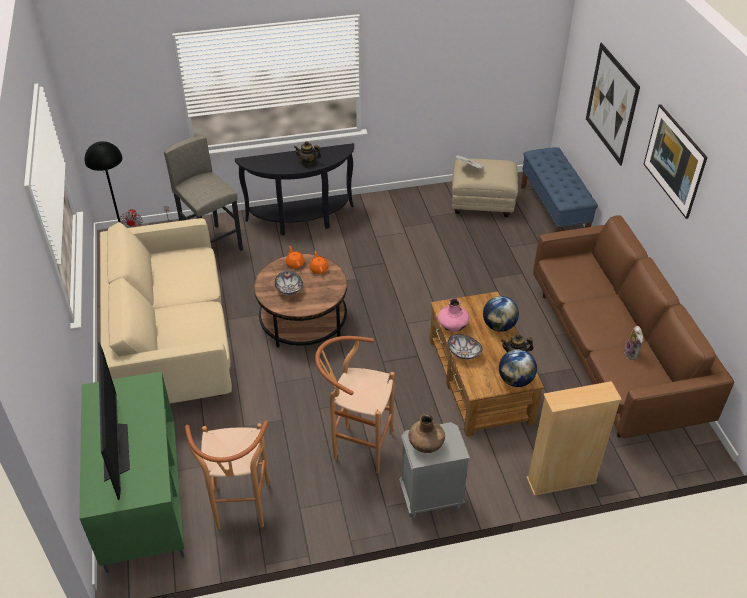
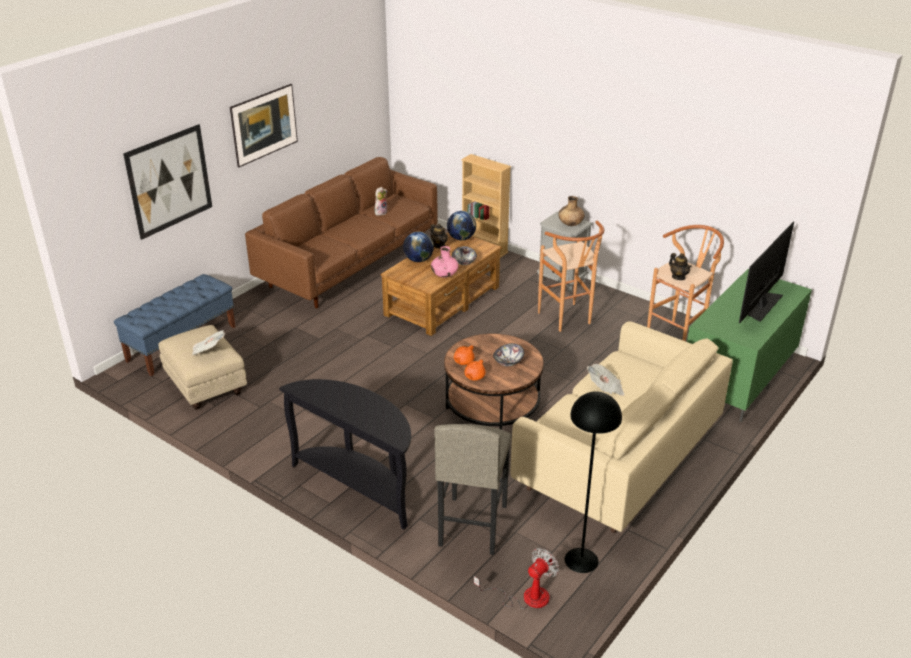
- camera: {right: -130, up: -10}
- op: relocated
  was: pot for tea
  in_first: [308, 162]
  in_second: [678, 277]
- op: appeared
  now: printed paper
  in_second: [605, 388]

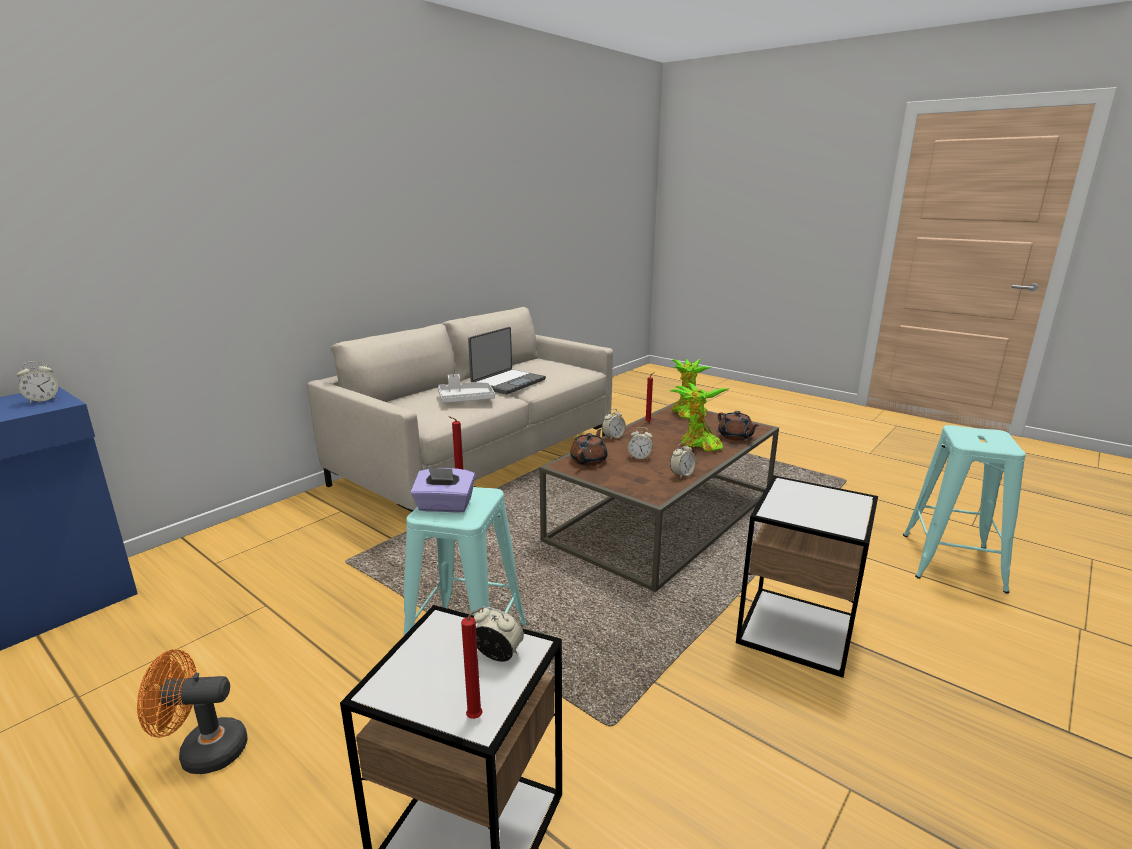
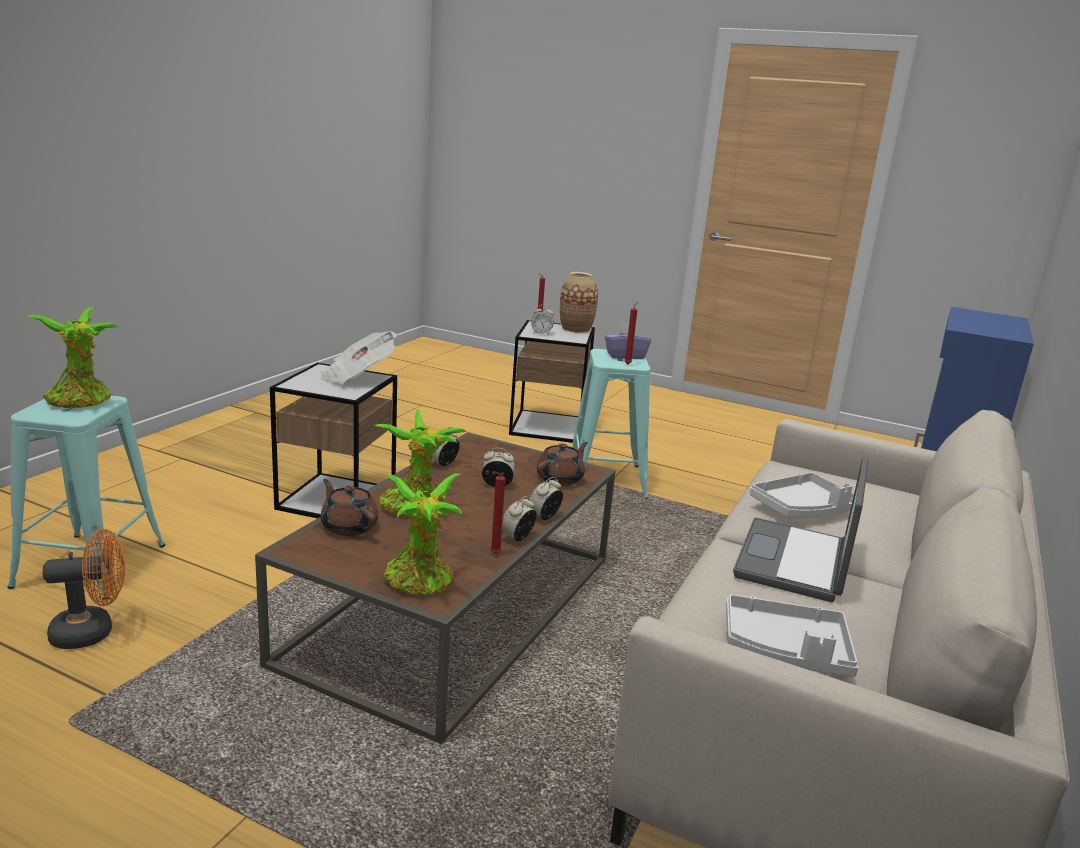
- camera: {right: 165, up: 0}
- op: relocated
  was: alarm clock
  in_first: [43, 400]
  in_second: [517, 538]
- op: spun
  was: pot for tea/brown
  in_first: [589, 460]
  in_second: [560, 479]
  clockwise: -150
- op: relocated
  was: fan/orange-coloured
  in_first: [203, 751]
  in_second: [92, 632]
- op: appeared
  now: vase
  in_second: [576, 329]
- op: appeared
  now: houseplant
  in_second: [81, 401]
- op: appeared
  now: printed paper
  in_second: [356, 377]
- op: appeared
  now: carrying tray/white-coloured
  in_second: [786, 650]

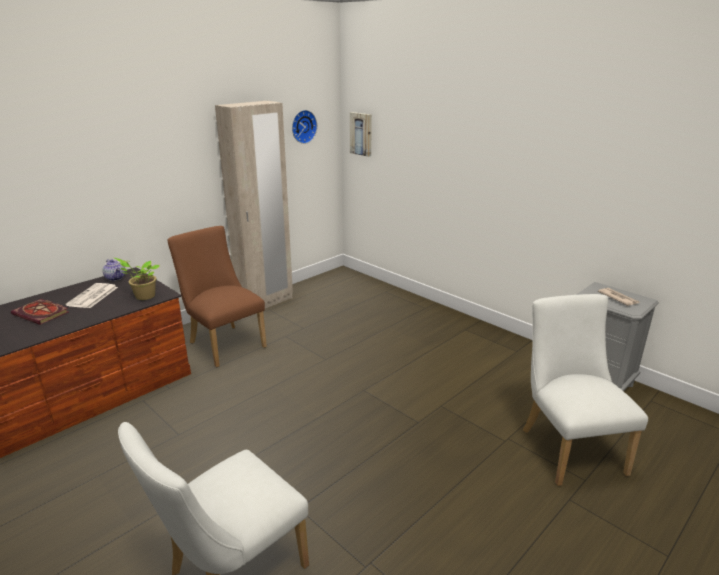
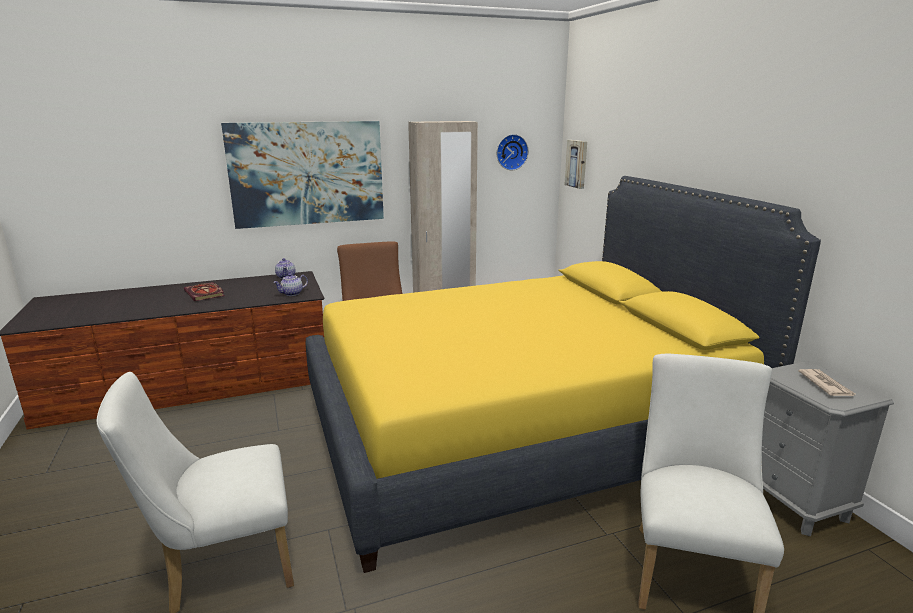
- camera: {right: 25, up: -5}
- op: exchanged
  was: houseplant
  now: pot for tea
  in_first: [143, 296]
  in_second: [292, 294]
- op: missing
  was: printed paper
  in_first: [93, 296]
- op: appeared
  now: wall art
  in_second: [307, 173]
- op: appeared
  now: bed/yellow-coloured
  in_second: [520, 429]

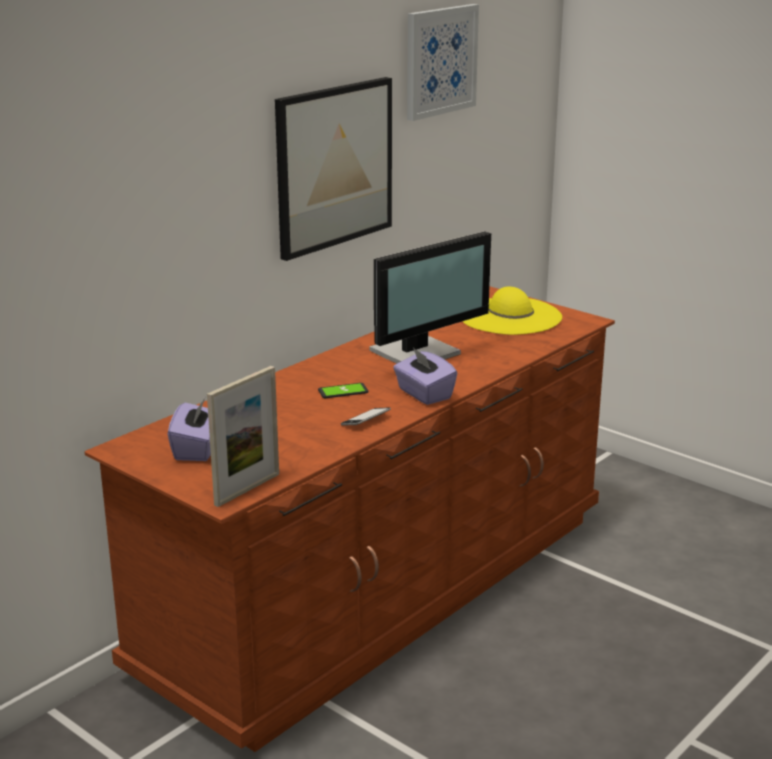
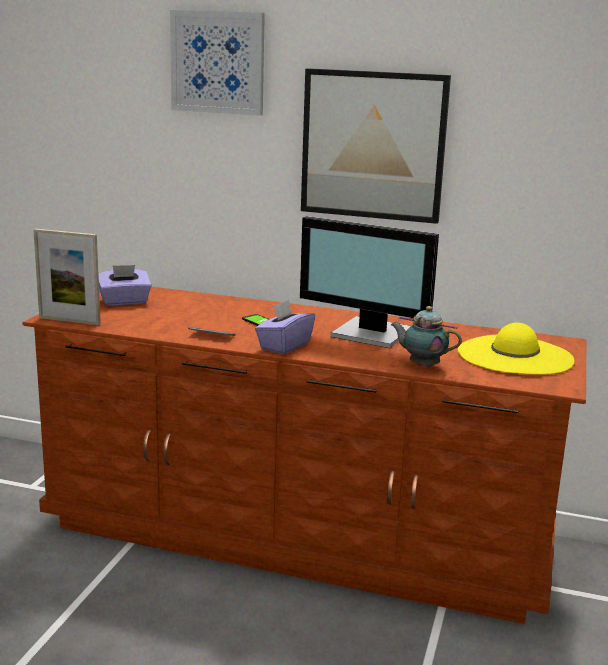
- camera: {right: 65, up: -5}
- op: relocated
  was: wall art
  in_first: [440, 61]
  in_second: [218, 62]
- op: appeared
  now: pot for tea
  in_second: [422, 365]

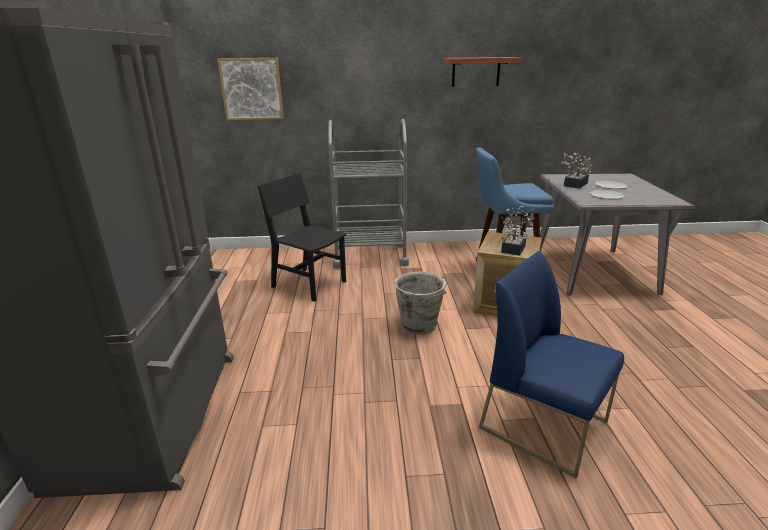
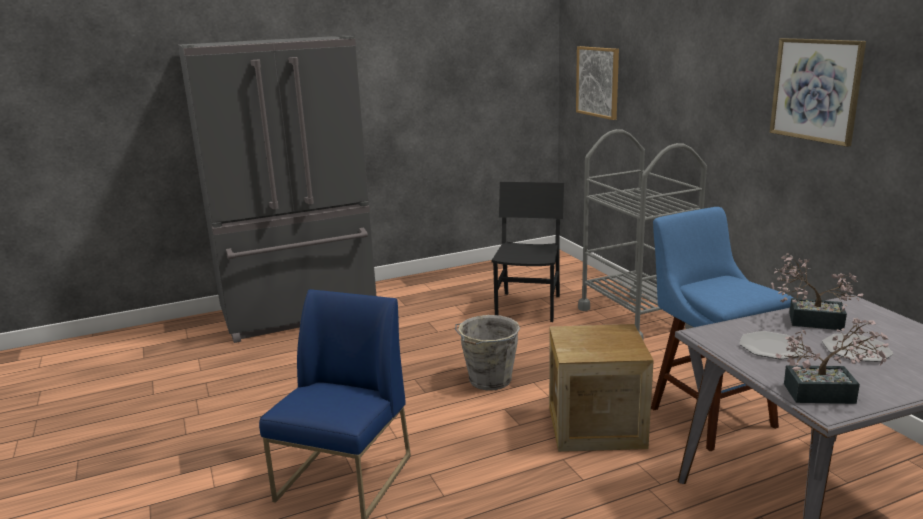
- camera: {right: 70, up: -5}
- op: exchanged
  was: bracket shelf
  now: wall art
  in_first: [476, 72]
  in_second: [816, 90]
- op: relocated
  was: houseplant
  in_first: [514, 247]
  in_second: [827, 394]

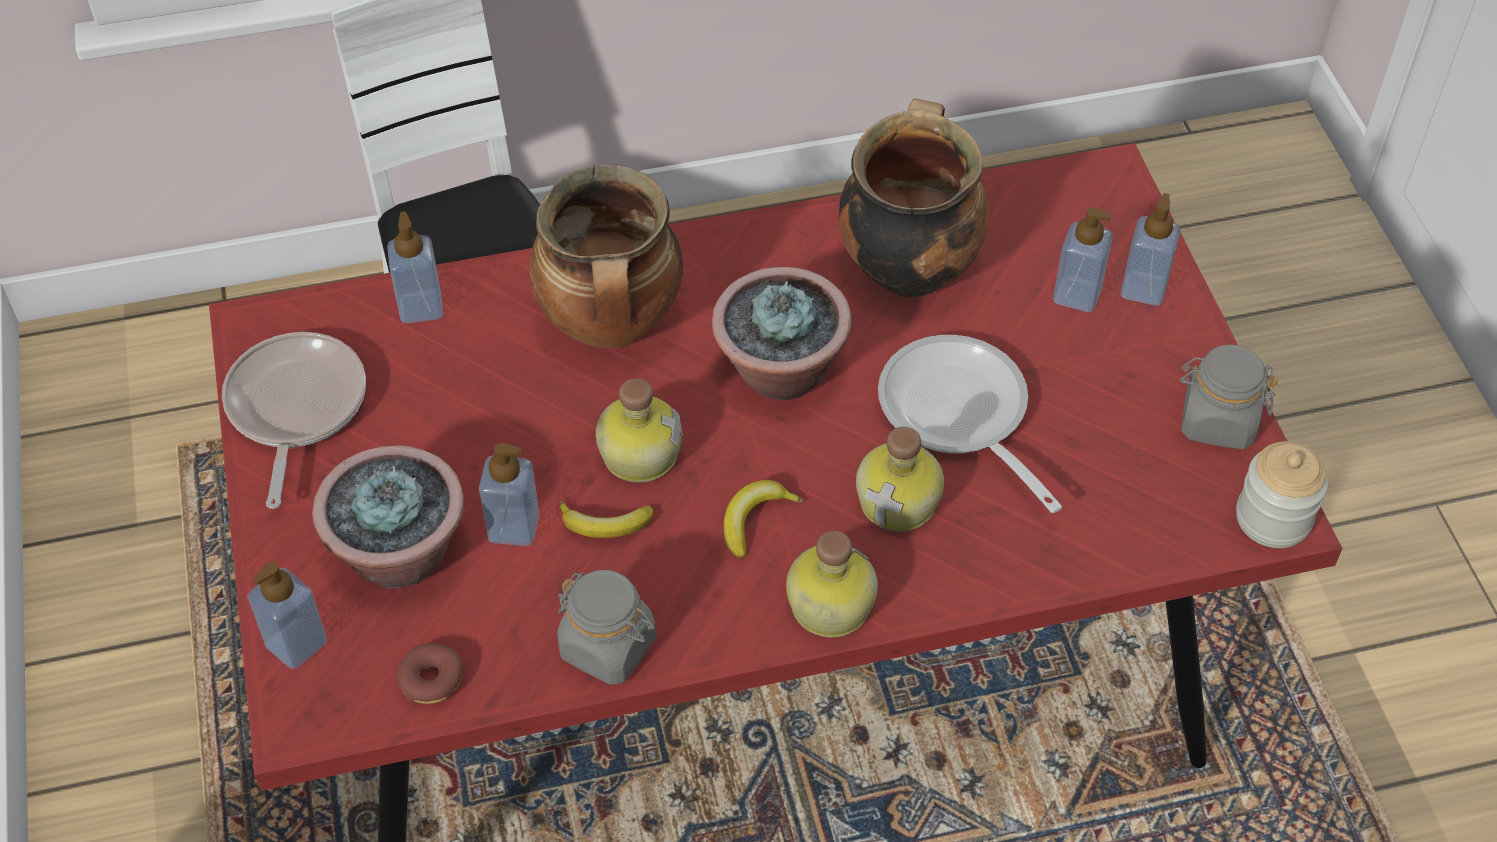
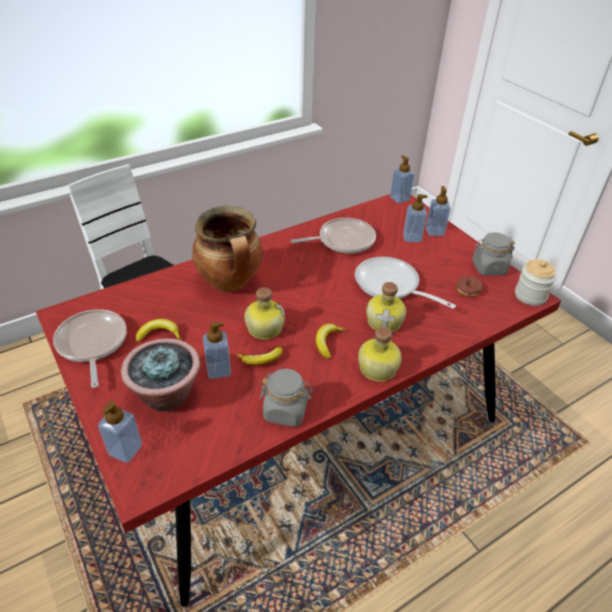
- camera: {right: -20, up: -10}
- op: exchanged
  was: stockpot
  now: pan
  in_first: [907, 267]
  in_second: [343, 240]
- op: relocated
  was: soap bottle
  in_first: [421, 307]
  in_second: [399, 198]
- op: missing
  was: houseplant
  in_first: [780, 373]
- op: relocated
  was: doughnut
  in_first: [431, 679]
  in_second: [468, 289]
- op: appeared
  now: banana
  in_second: [159, 334]

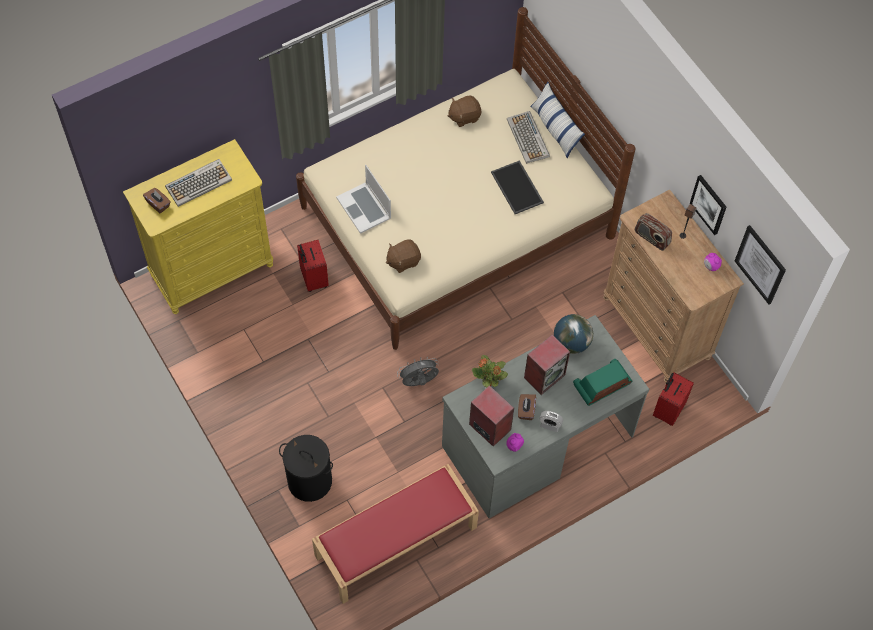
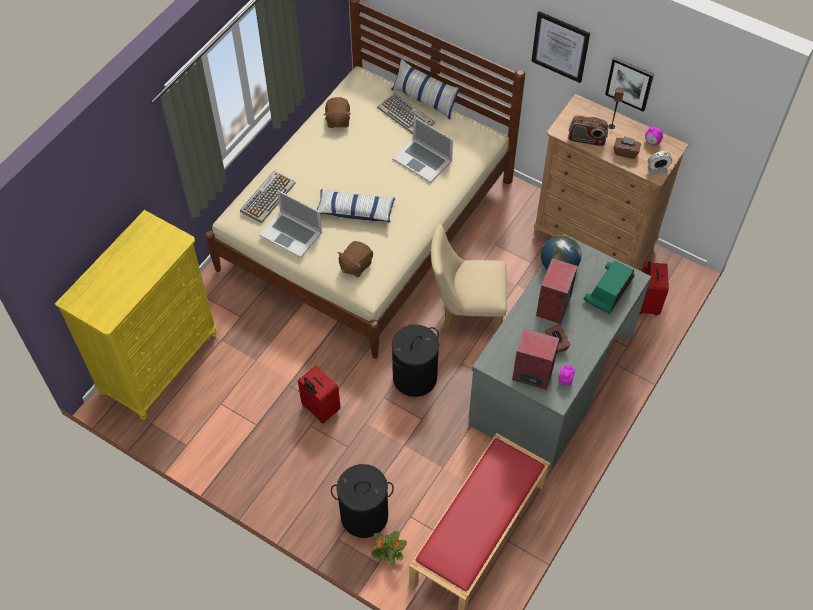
- camera: {right: -25, up: -5}
- op: spun
  was: plush toy/brown
  in_first: [464, 116]
  in_second: [337, 120]
  clockwise: -45
- op: relocated
  was: computer keyboard
  in_first: [199, 183]
  in_second: [268, 197]
- op: exchanged
  was: carrying tray
  now: portable computer
  in_first: [518, 187]
  in_second: [422, 160]
- op: relocated
  was: tissue holder/brown
  in_first: [158, 204]
  in_second: [625, 152]
- op: relocated
  was: wall art
  in_first: [760, 264]
  in_second: [560, 46]
- op: relocated
  was: suitcase/red-coloured
  in_first: [313, 279]
  in_second: [320, 409]
- op: relocated
  was: houseplant
  in_first: [489, 381]
  in_second: [389, 555]
- op: exchanged
  was: fan/gray
  now: hamper/black-coloured
  in_first: [419, 382]
  in_second: [414, 378]
- op: relocated
  was: alarm clock
  in_first: [550, 425]
  in_second: [657, 170]
- op: appeared
  now: cushion
  in_second: [355, 211]
- op: appeared
  now: chair/beige-coloured
  in_second: [466, 312]

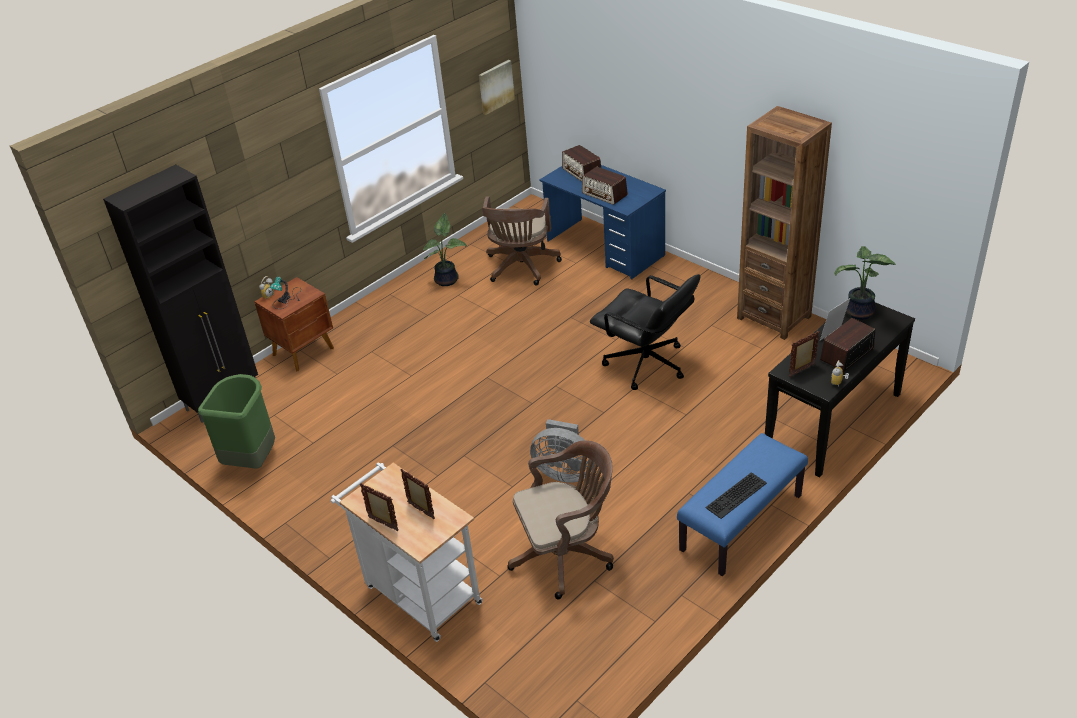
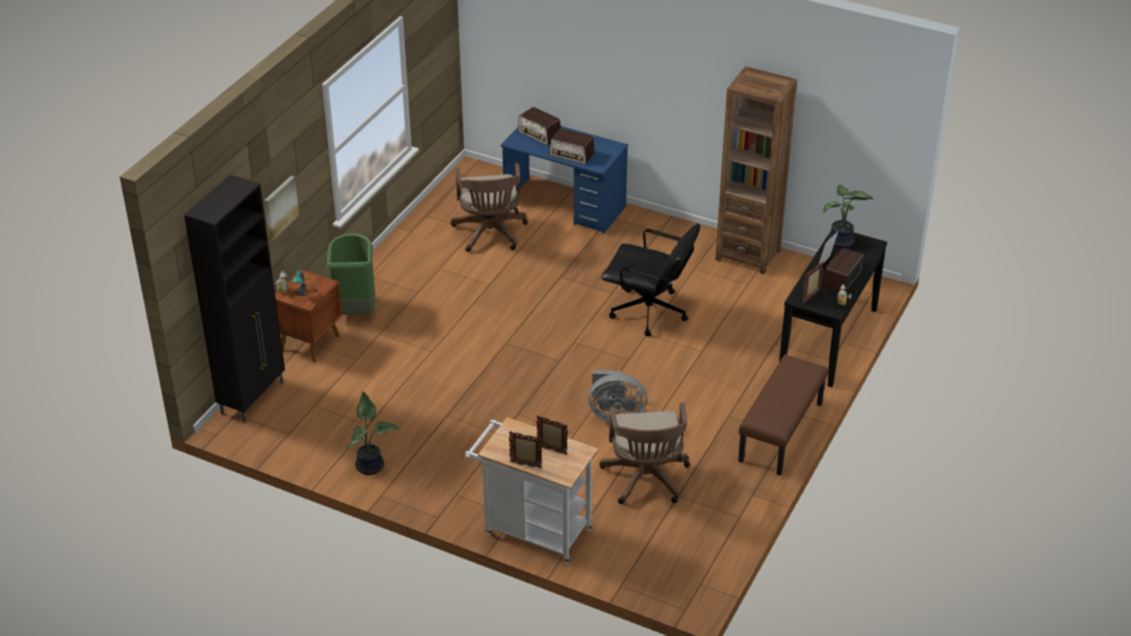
- camera: {right: -20, up: 0}
- op: relocated
  was: wall art
  in_first: [495, 86]
  in_second: [280, 207]
- op: relocated
  was: houseplant
  in_first: [448, 279]
  in_second: [371, 465]
- op: relocated
  was: waste bin/green-coloured
  in_first: [252, 459]
  in_second: [355, 310]
- op: colour
  was: bench/blue-coloured
  now: bench/brown
  in_first: [741, 523]
  in_second: [781, 433]
- op: spun
  was: computer chair/brown
  in_first: [566, 555]
  in_second: [646, 480]
  clockwise: 120
- op: missing
  was: computer keyboard
  in_first: [737, 496]

